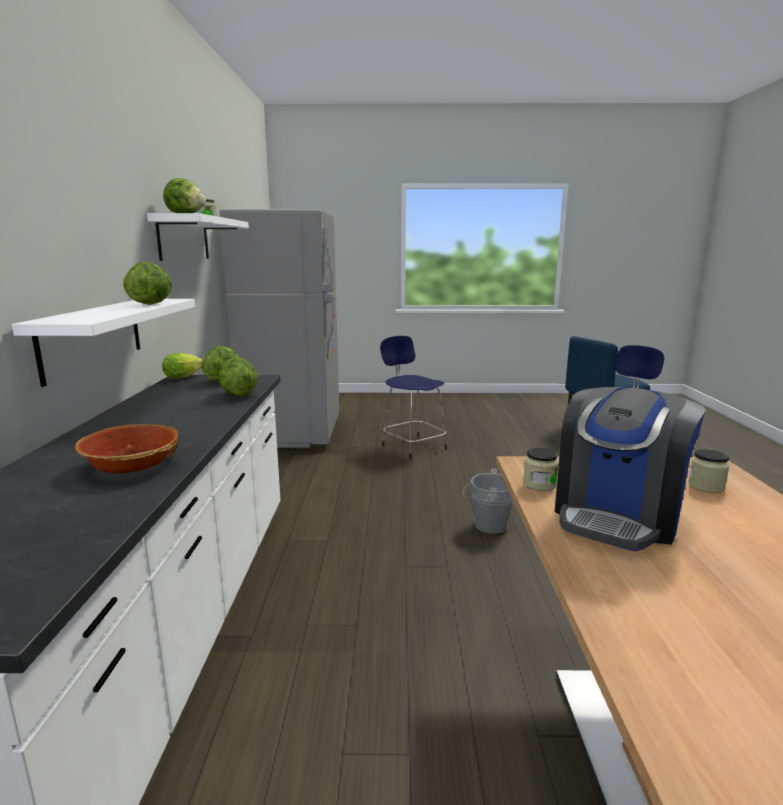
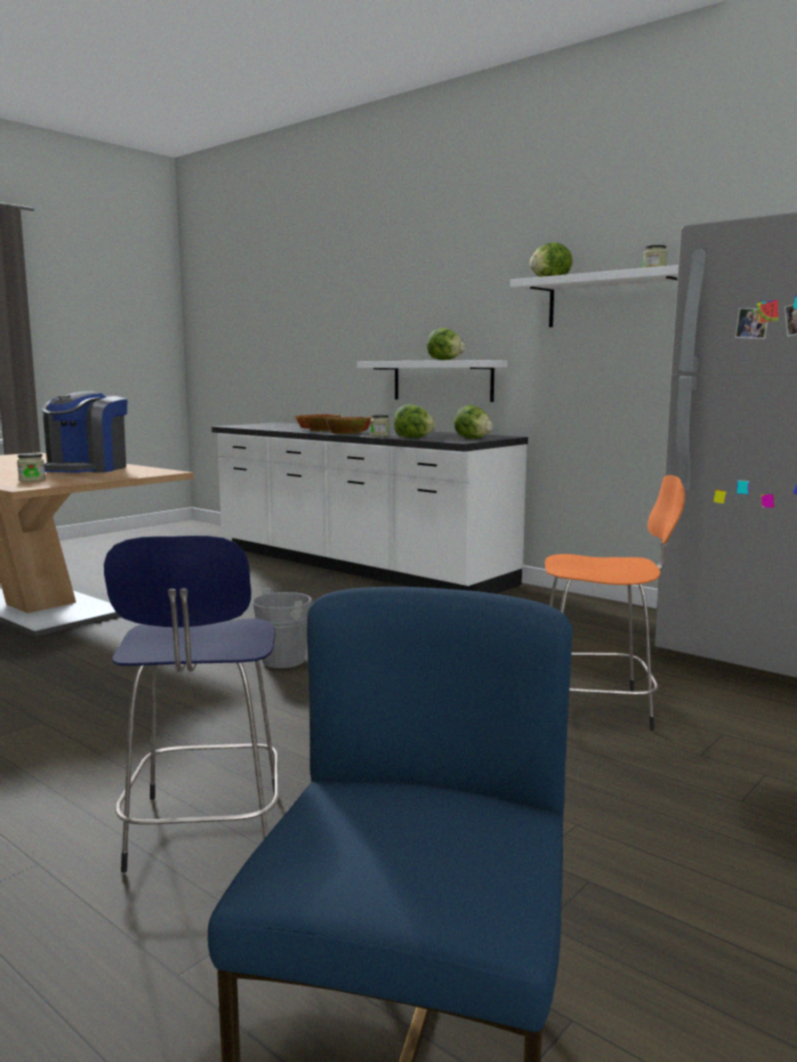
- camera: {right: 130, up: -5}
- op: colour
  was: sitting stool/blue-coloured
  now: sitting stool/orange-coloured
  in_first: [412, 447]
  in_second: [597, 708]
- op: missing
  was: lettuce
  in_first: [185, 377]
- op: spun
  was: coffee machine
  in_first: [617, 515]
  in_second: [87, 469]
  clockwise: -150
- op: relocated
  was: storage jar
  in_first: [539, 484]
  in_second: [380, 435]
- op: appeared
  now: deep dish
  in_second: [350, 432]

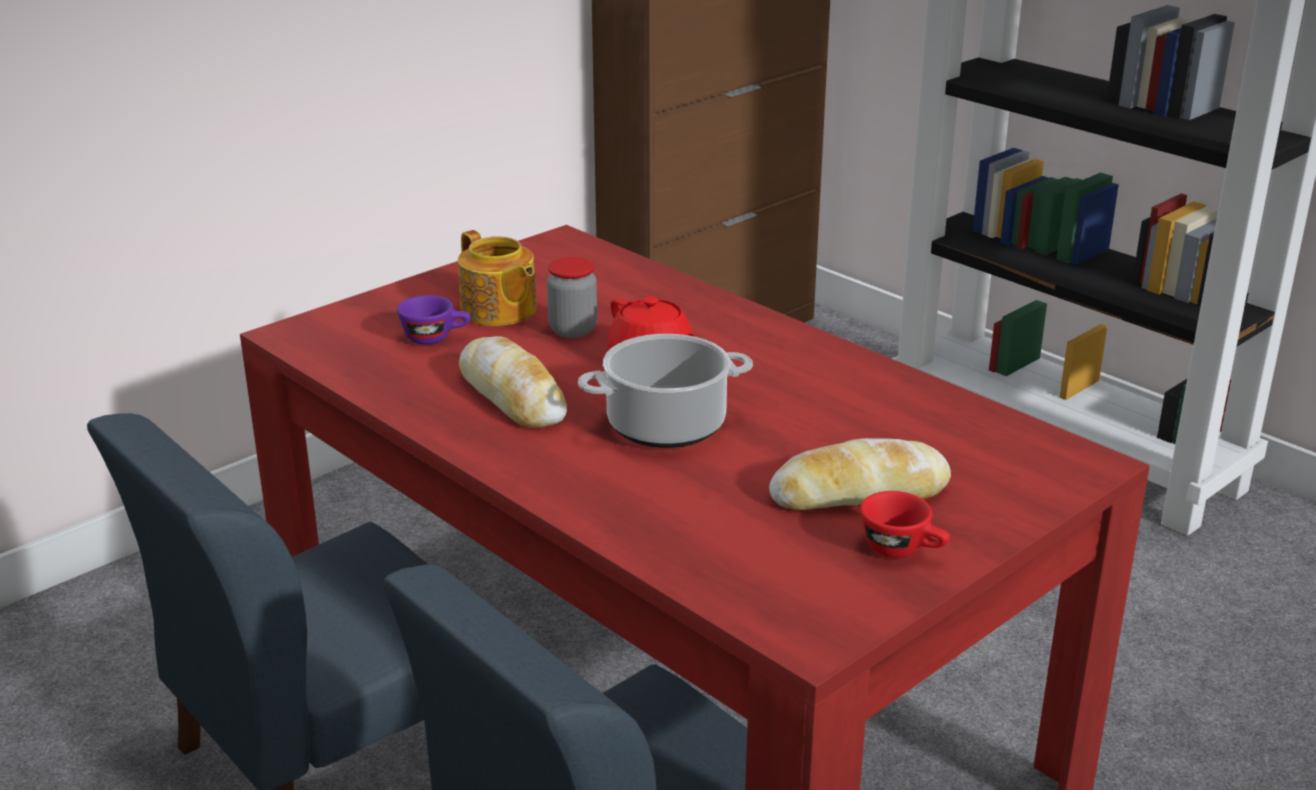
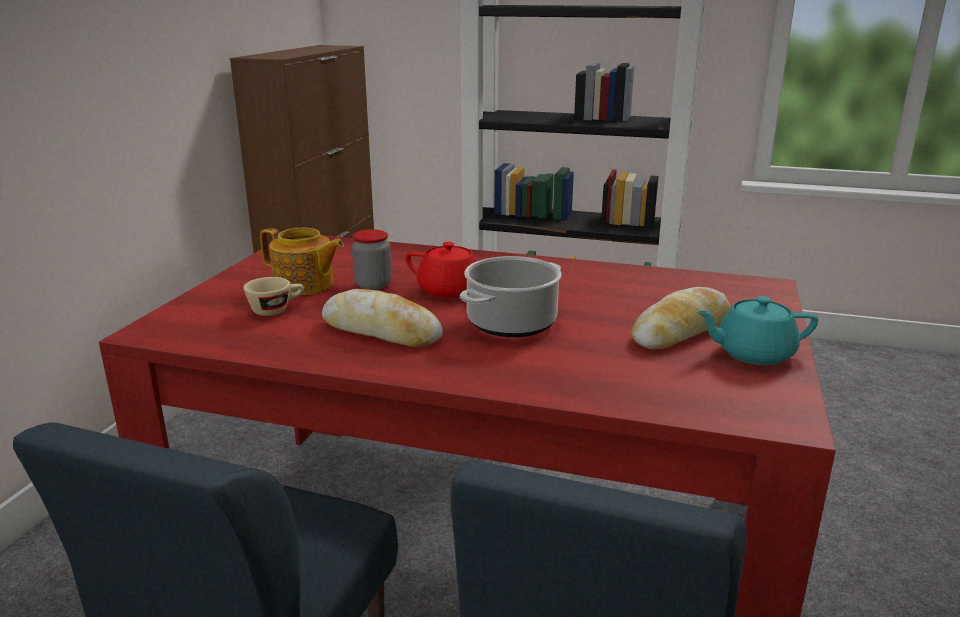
- camera: {right: -30, up: -5}
- op: colour
  was: drinking cup/purplish
  now: drinking cup/beige-coloured
  in_first: [436, 338]
  in_second: [276, 309]
- op: exchanged
  was: drinking cup/red-coloured
  now: pot for tea/turquoise
  in_first: [903, 550]
  in_second: [752, 353]

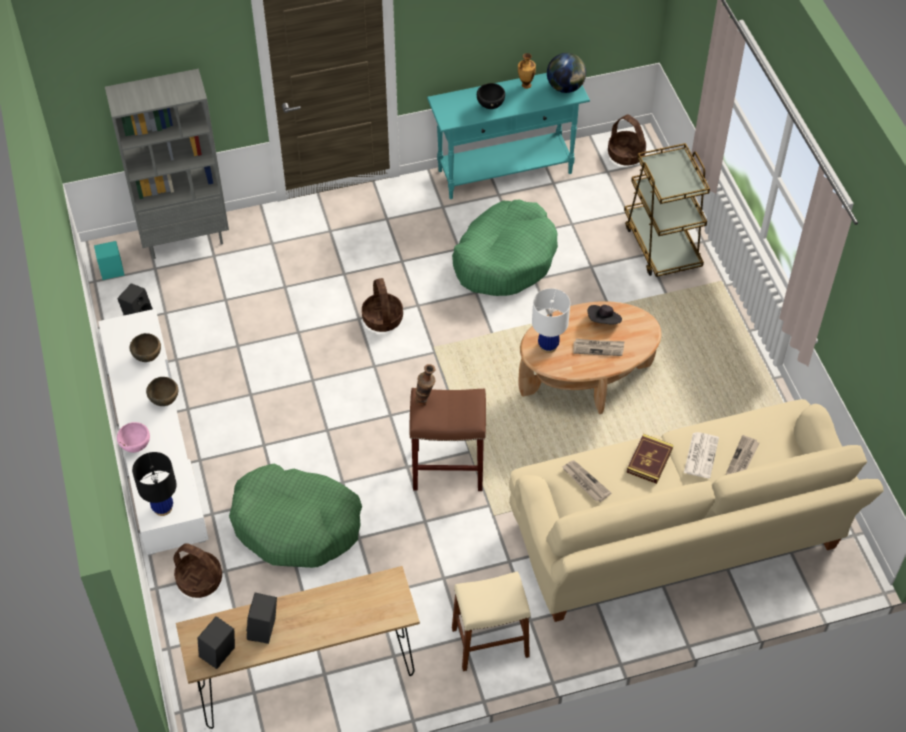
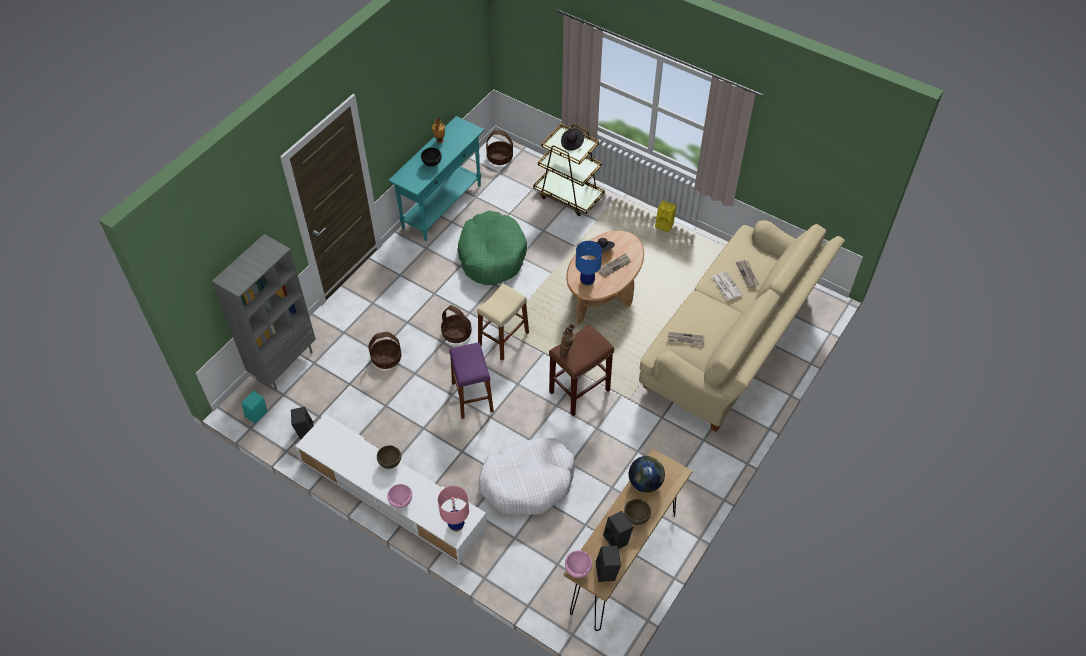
- camera: {right: -40, up: 0}
- op: relocated
  was: desk globe
  in_first: [565, 87]
  in_second: [645, 482]
- op: colour
  was: table lamp/white-coloured
  now: table lamp/blue-coloured
  in_first: [548, 346]
  in_second: [587, 282]
- op: relocated
  was: deep dish/brown
  in_first: [148, 357]
  in_second: [636, 518]
- op: missing
  was: volume
  in_first: [649, 460]
- op: colour
  was: table lamp/black-coloured
  now: table lamp/pink-coloured
  in_first: [163, 508]
  in_second: [456, 525]
- op: colour
  was: dog cushion/green-coloured
  now: dog cushion/white-coloured
  in_first: [296, 525]
  in_second: [528, 482]
- op: relocated
  was: household basket
  in_first: [199, 580]
  in_second: [386, 358]
- op: relocated
  was: sitting stool/beige-coloured
  in_first: [490, 642]
  in_second: [503, 339]
- op: appeared
  now: clothing hat/black-coloured
  in_second: [572, 143]
- op: appeared
  now: speaker/yellow-coloured
  in_second: [665, 225]
- op: appeared
  now: sitting stool/purplish
  in_second: [472, 397]
- op: appeared
  now: deep dish/pink-coloured
  in_second: [578, 570]

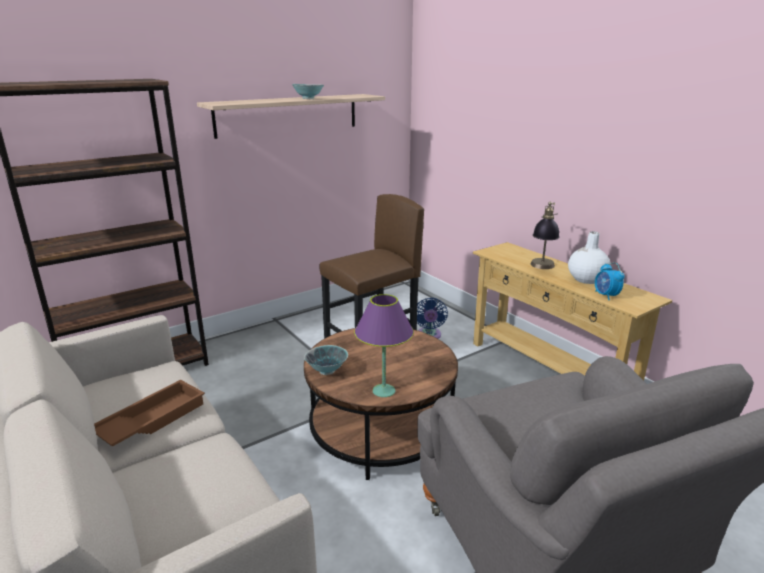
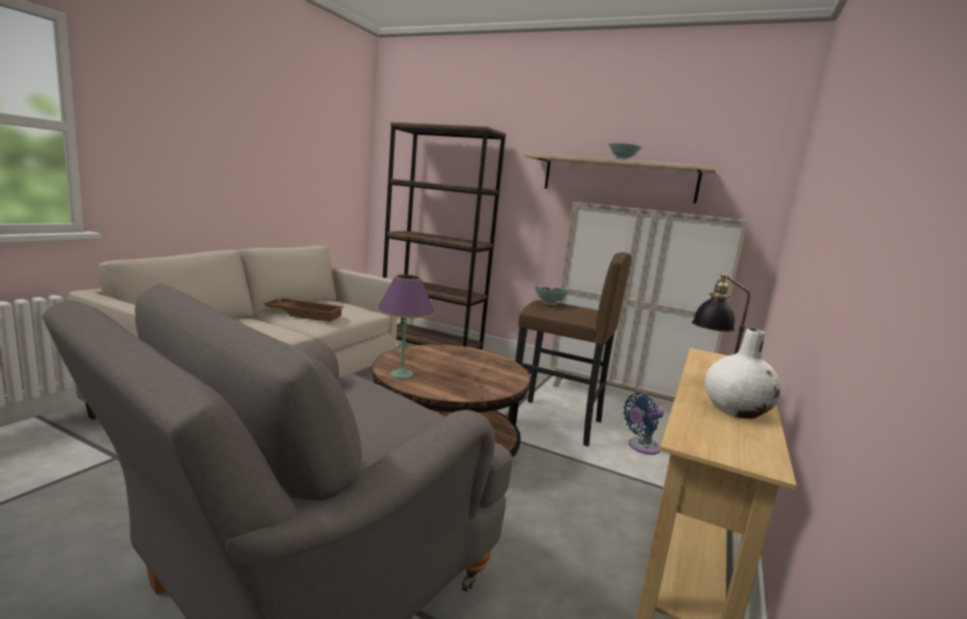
- camera: {right: 60, up: -10}
- op: missing
  was: alarm clock
  in_first: [606, 296]
- op: relocated
  was: deep dish
  in_first: [327, 371]
  in_second: [549, 304]
- op: appeared
  now: cabinet/beige-coloured
  in_second: [625, 396]

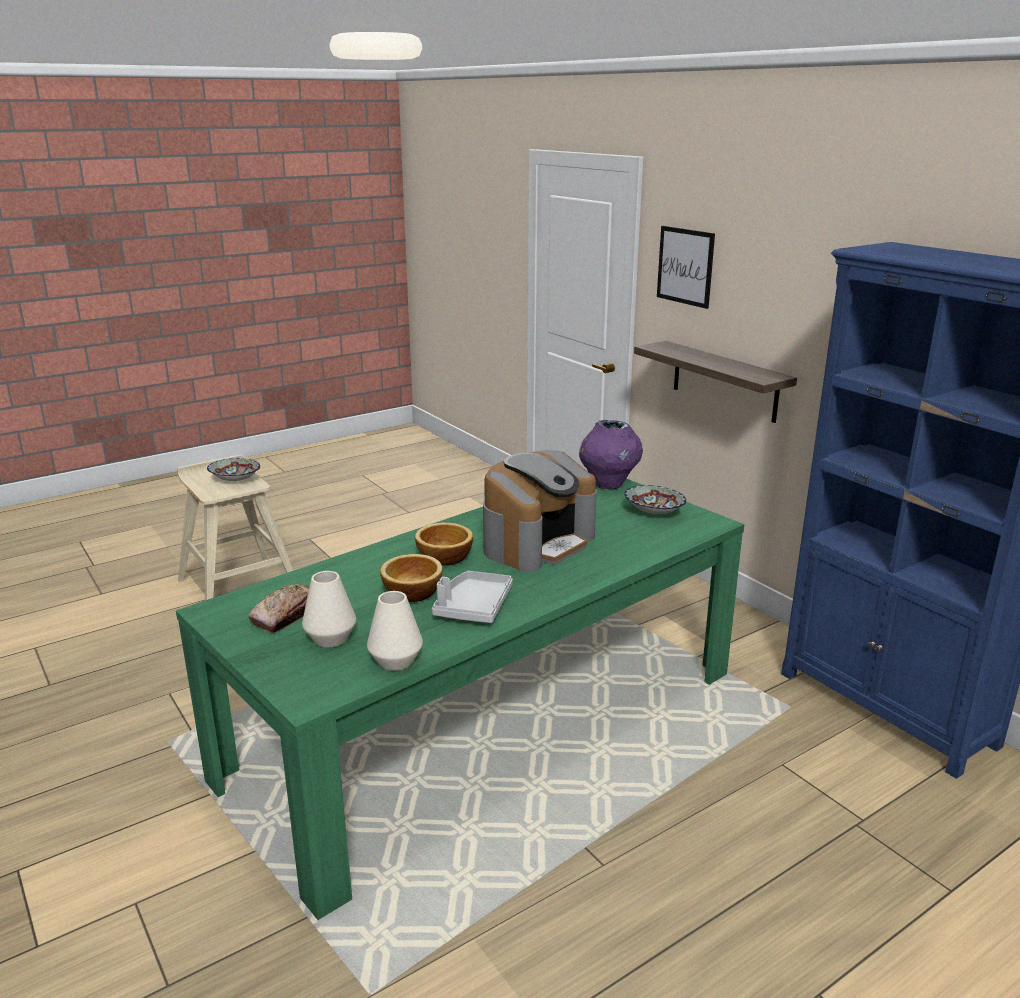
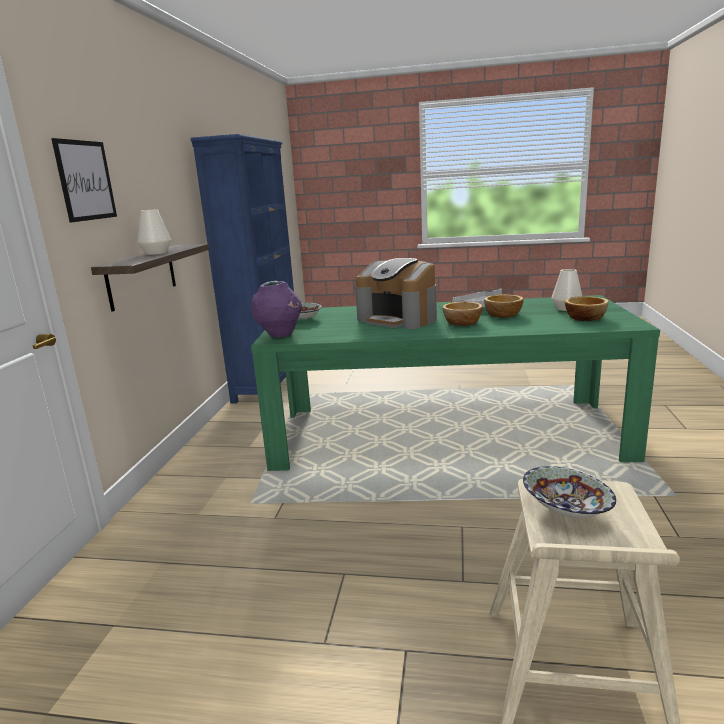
- camera: {right: -135, up: -5}
- op: spun
  was: coffee machine
  in_first: [537, 543]
  in_second: [398, 319]
  clockwise: -135
- op: exchanged
  was: bakery bread
  now: deep dish
  in_first: [287, 615]
  in_second: [585, 317]
- op: relocated
  was: vase/white-coloured
  in_first: [395, 661]
  in_second: [156, 253]

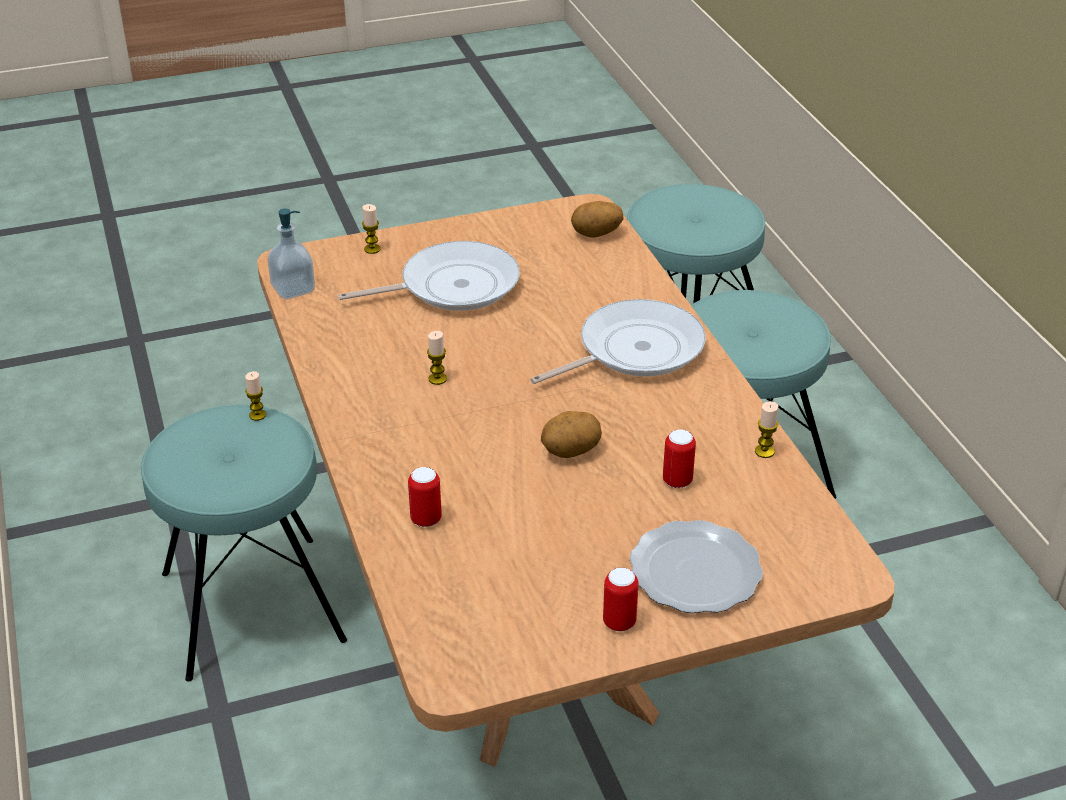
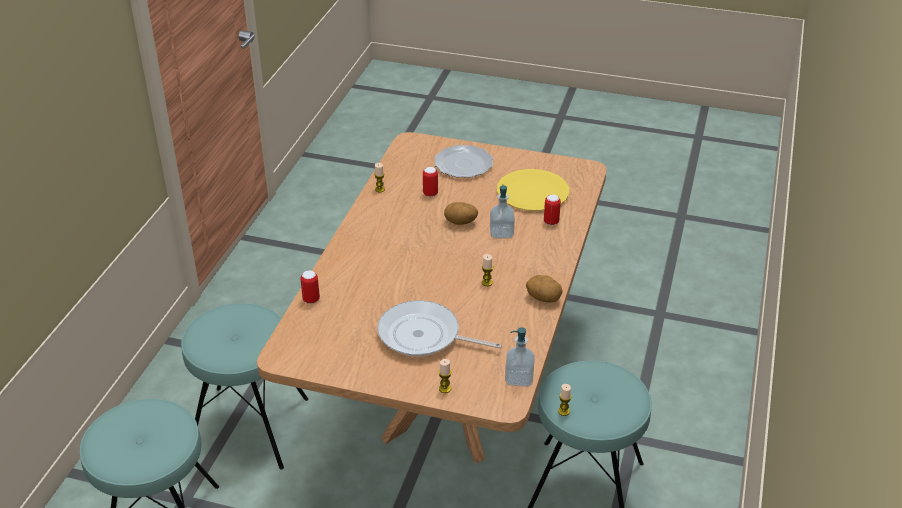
- camera: {right: -145, up: 0}
- op: relocated
  was: spud
  in_first: [596, 234]
  in_second: [543, 298]
- op: missing
  was: pan
  in_first: [634, 350]
- op: relocated
  was: can
  in_first: [619, 622]
  in_second: [311, 299]
- op: appeared
  now: plate/yellow-coloured
  in_second: [532, 192]
- op: appeared
  now: soap bottle
  in_second: [501, 233]

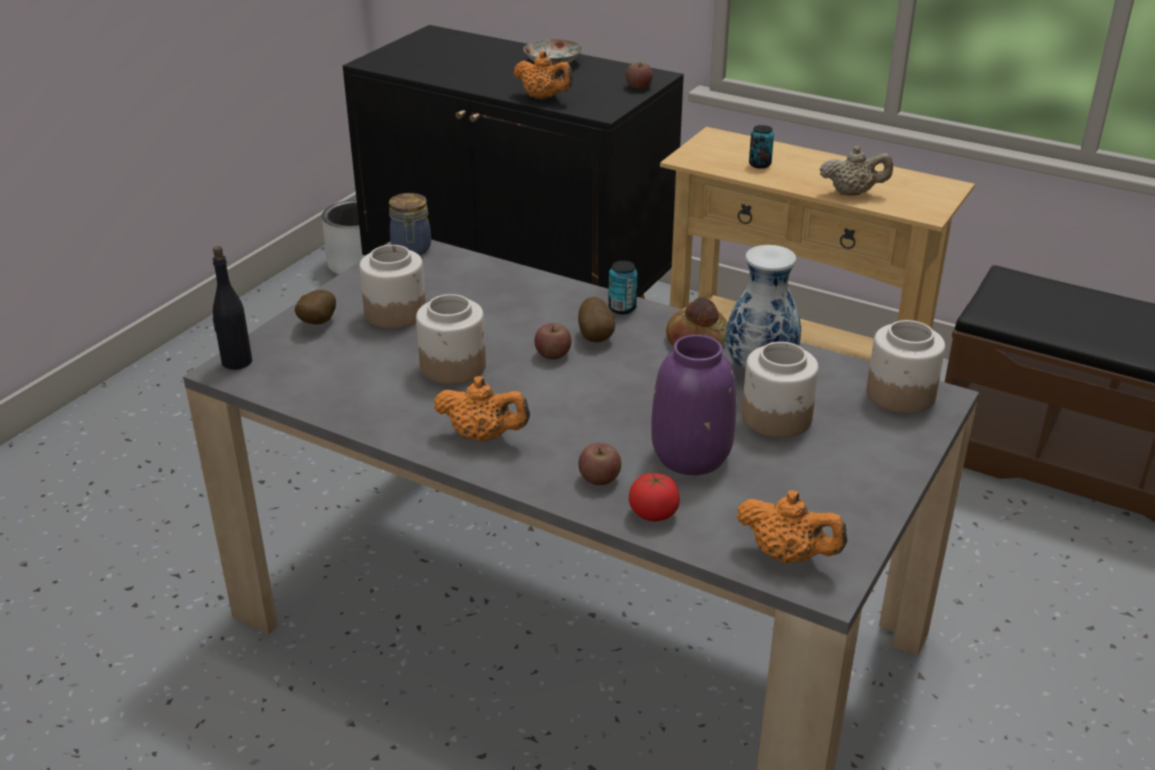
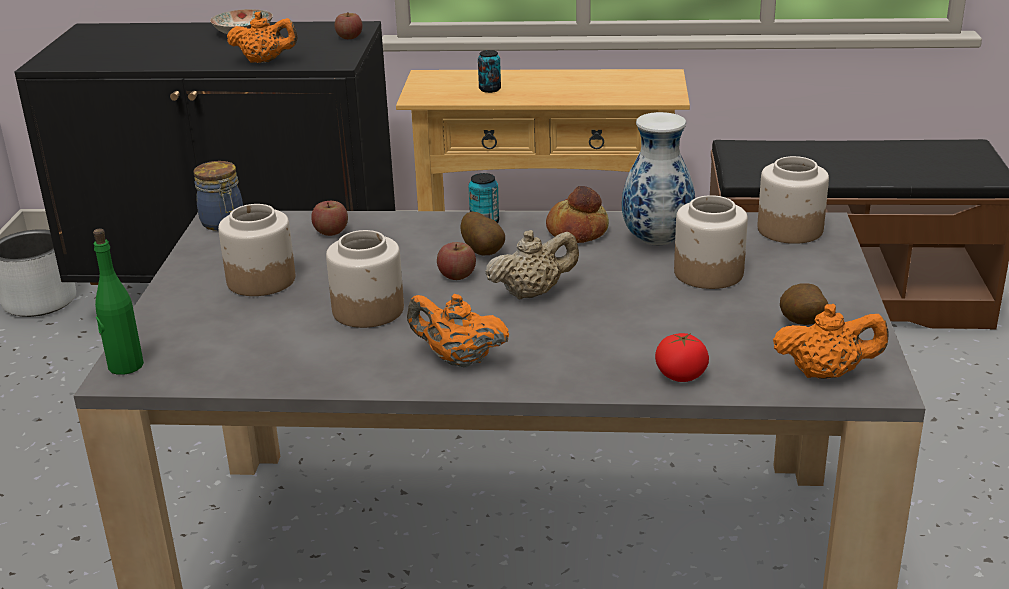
- camera: {right: -25, up: -5}
- op: relocated
  was: pot for tea/beige-coloured
  in_first: [853, 193]
  in_second: [532, 293]
- op: colour
  was: drink bottle/black-coloured
  now: drink bottle/green-coloured
  in_first: [236, 362]
  in_second: [125, 366]
- op: relocated
  was: spud
  in_first: [316, 323]
  in_second: [801, 325]
- op: missing
  was: vase/purplish
  in_first: [690, 457]
- op: spun
  was: pot for tea/orange-coloured
  in_first: [483, 436]
  in_second: [458, 360]
  clockwise: -150
- op: relocated
  was: apple
  in_first: [599, 478]
  in_second: [331, 231]

